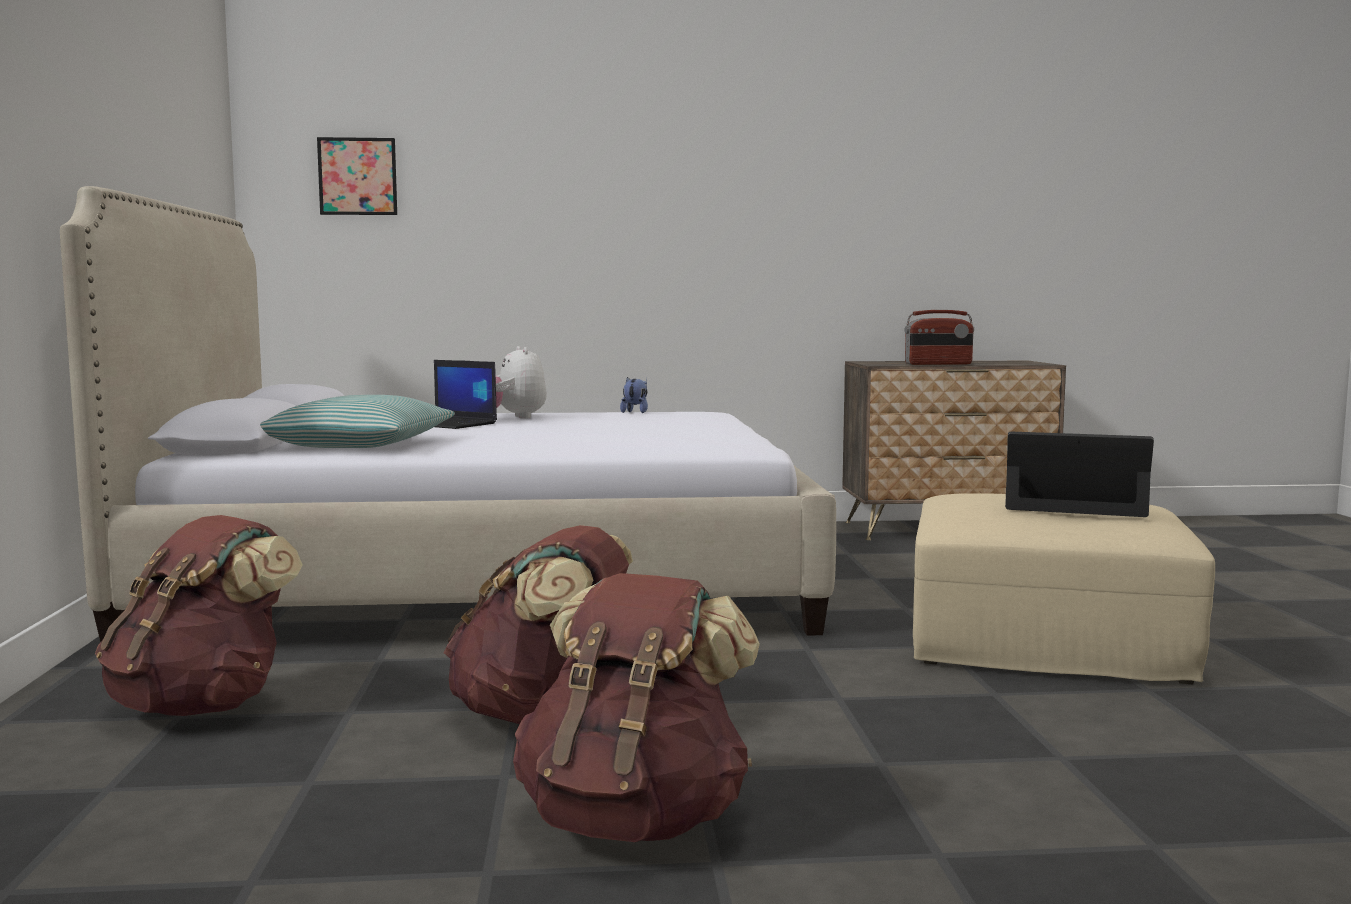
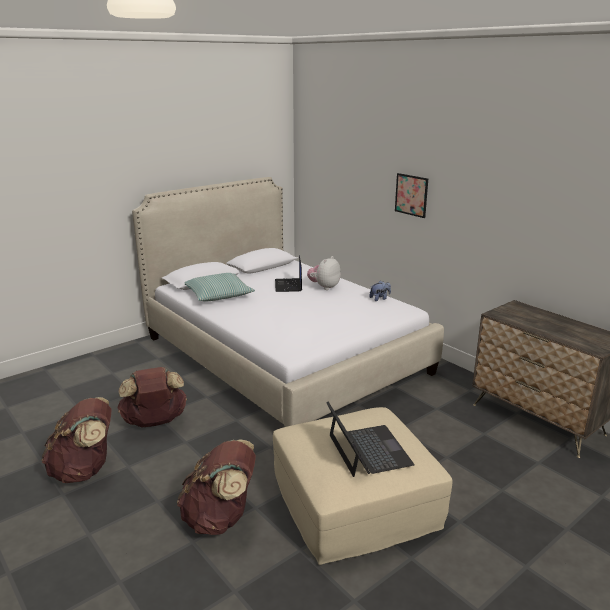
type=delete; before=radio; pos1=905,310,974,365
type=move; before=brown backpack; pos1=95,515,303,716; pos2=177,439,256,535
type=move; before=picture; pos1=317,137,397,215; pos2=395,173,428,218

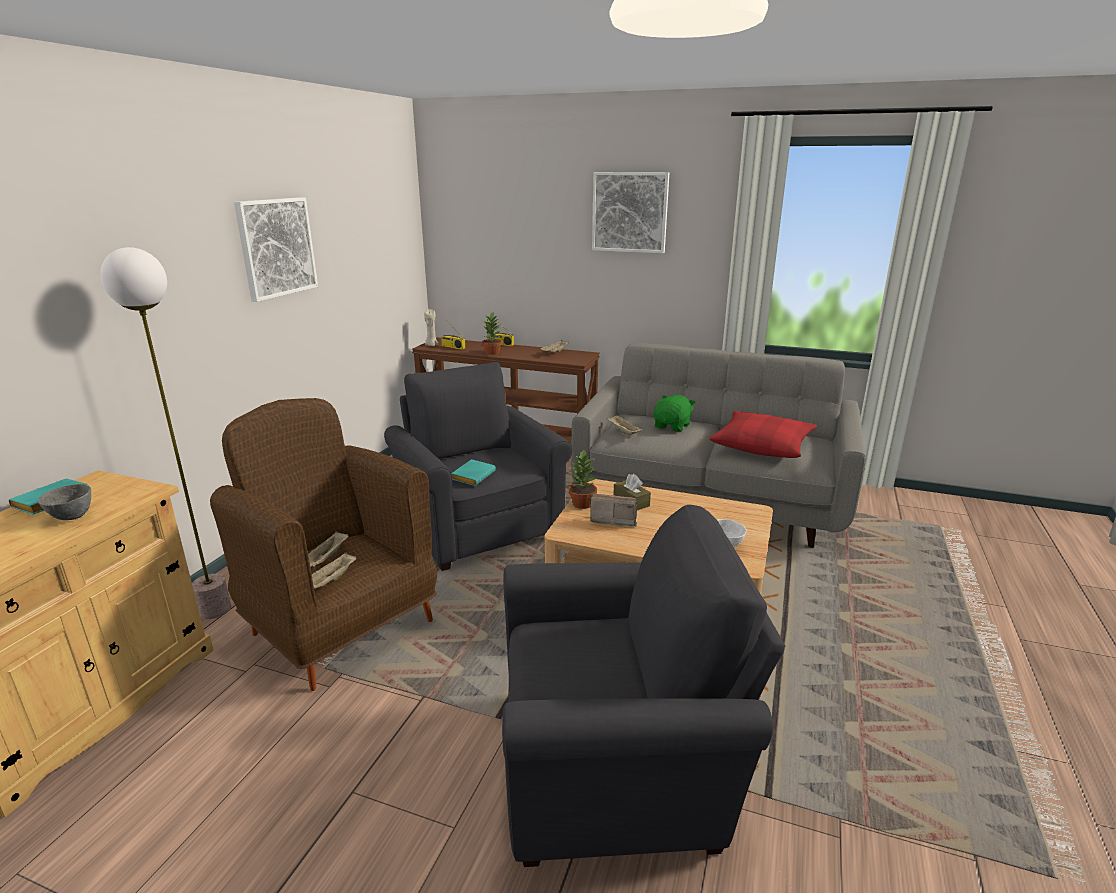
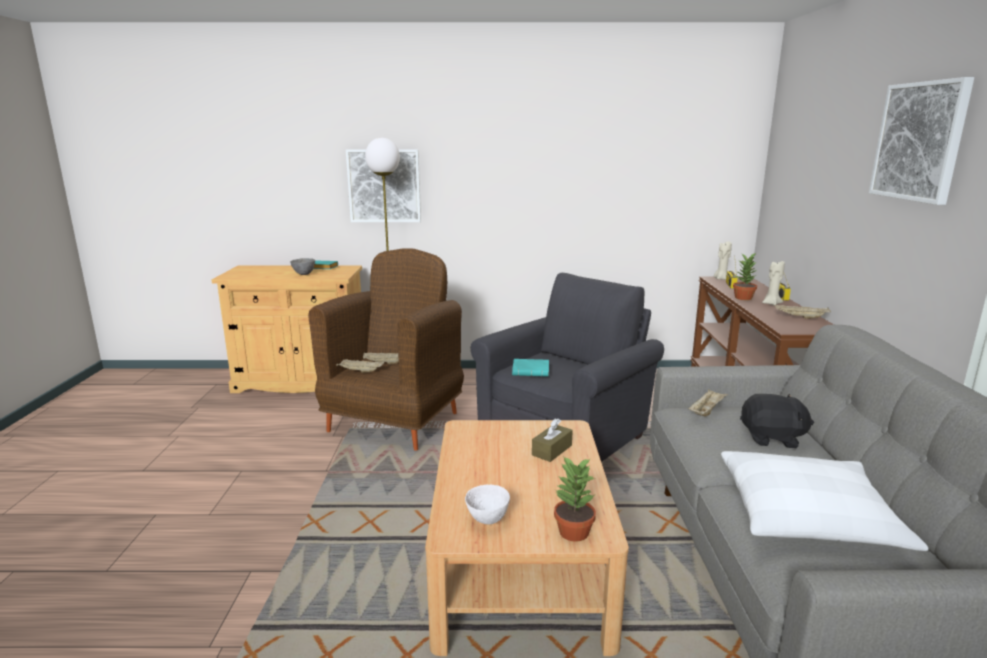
type=delete; before=grey armchair; pos1=502,505,785,867
type=delete; before=radio; pos1=590,494,637,526
type=insert; after=beige candle; pos2=762,261,785,306
type=move; before=picture; pos1=234,197,318,302; pos2=346,149,421,222
type=move; before=potted plant; pos1=569,450,597,509; pos2=554,456,596,542
type=recolor; before=green plush toy; after=black plush toy; pos1=654,395,696,432; pos2=740,394,814,448
type=recolor; before=red pillow; after=white pillow; pos1=709,411,817,458; pos2=721,451,929,551

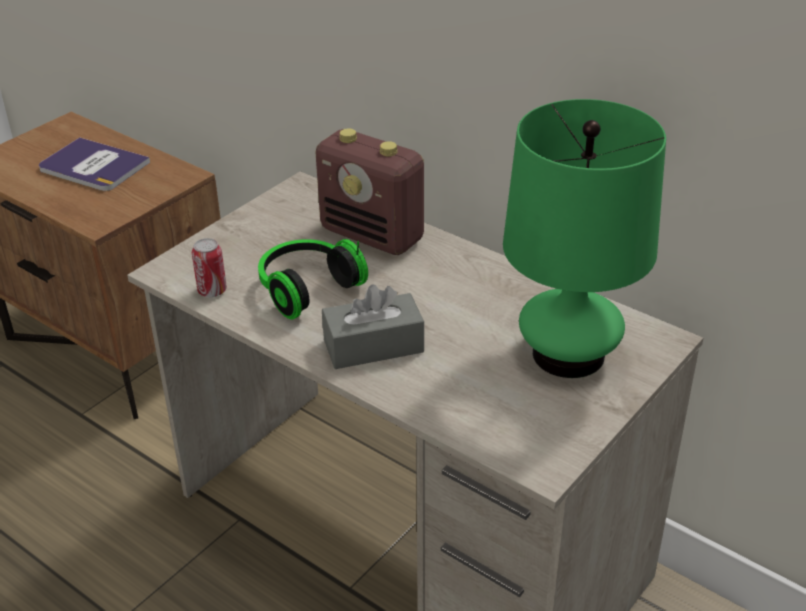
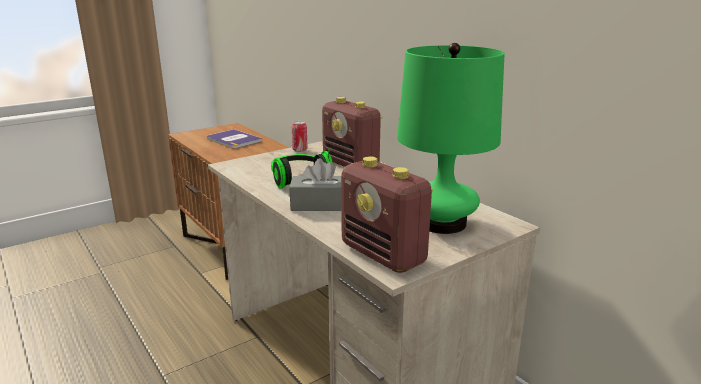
type=insert; after=radio; pos2=341,156,433,273
type=move; before=can; pos1=192,238,227,297; pos2=292,121,308,152

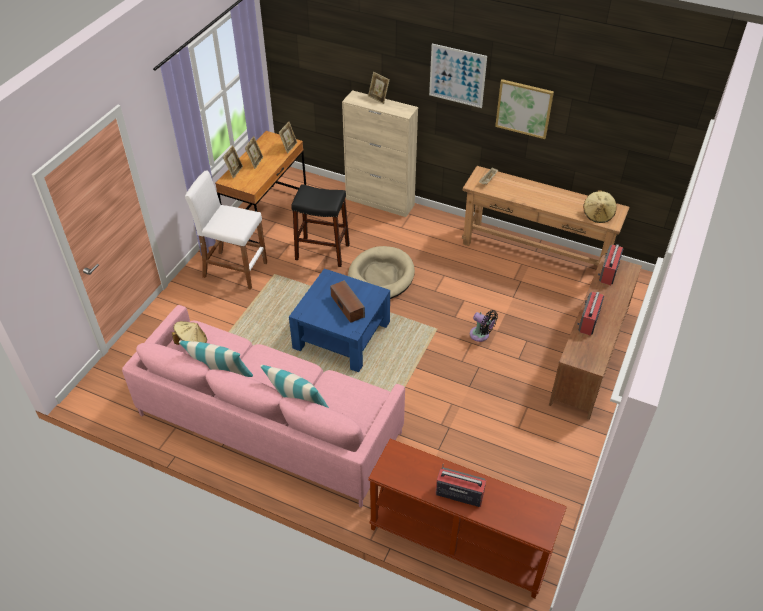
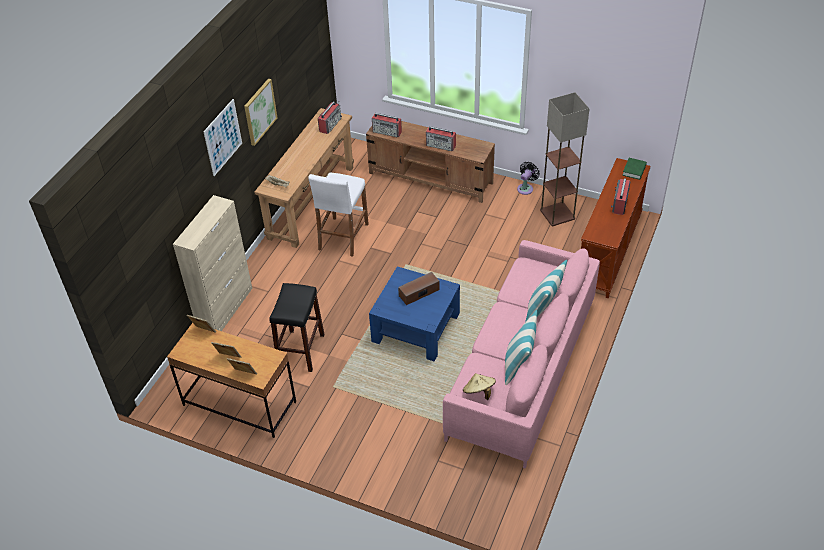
type=delete; before=beige dog bed; pos1=348,246,415,299
type=delete; before=picture frame; pos1=368,72,390,104
type=insert; after=floor lamp; pos2=540,92,590,226
type=insert; after=green book; pos2=622,158,647,180
type=move; before=white stool; pos1=185,170,267,290; pos2=308,172,368,256
type=move; before=black fan; pos1=470,310,498,342; pos2=517,162,540,195
type=replace; before=beige hat; after=radio; pos1=583,190,617,223; pos2=318,101,342,134

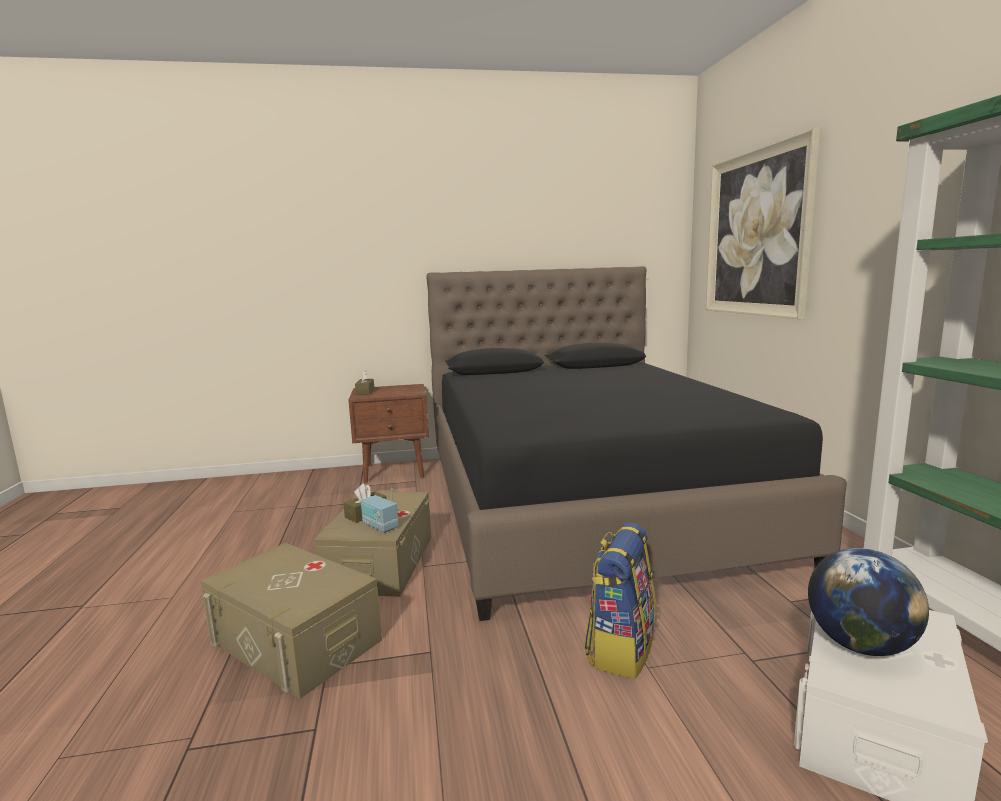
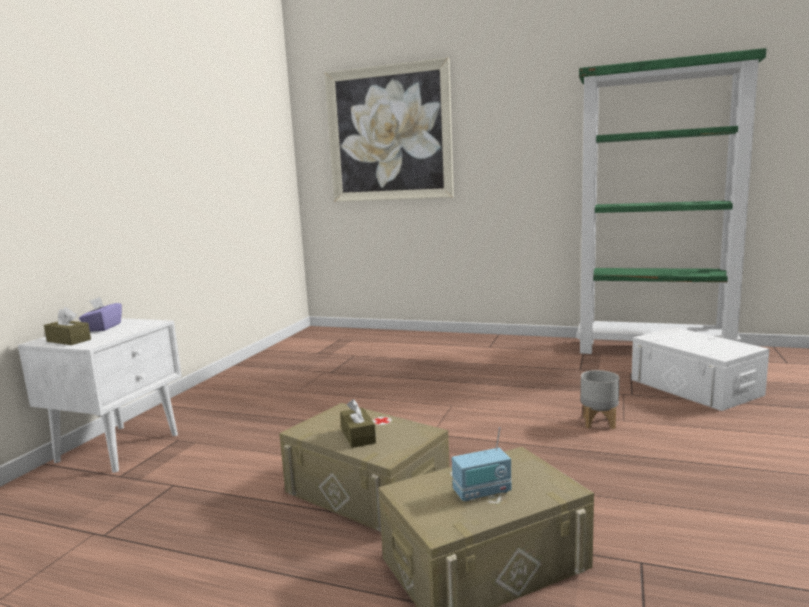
type=delete; before=black bed; pos1=427,266,847,621
type=delete; before=globe; pos1=808,548,929,656
type=insert; after=purple tissue box; pos2=79,297,122,331
type=move; before=radio; pos1=361,488,399,533; pos2=452,427,511,502
type=replace; before=backpack; after=grey planter; pos1=584,523,657,679; pos2=581,370,619,429
type=recolor; before=brown nightstand; after=white nightstand; pos1=348,384,429,483; pos2=18,318,182,473

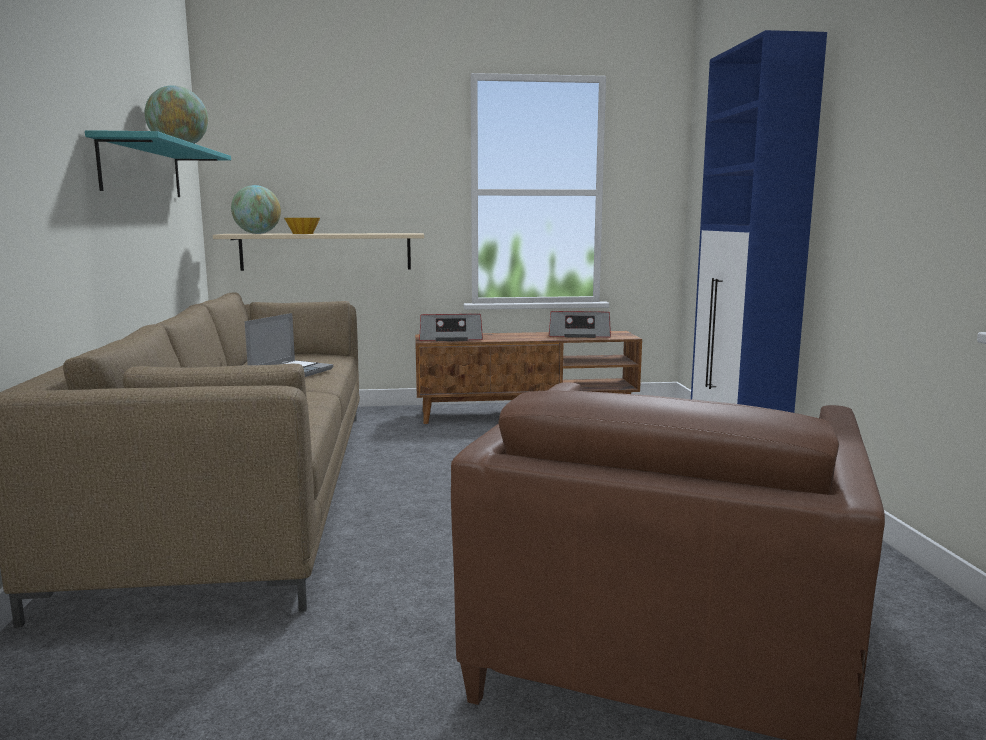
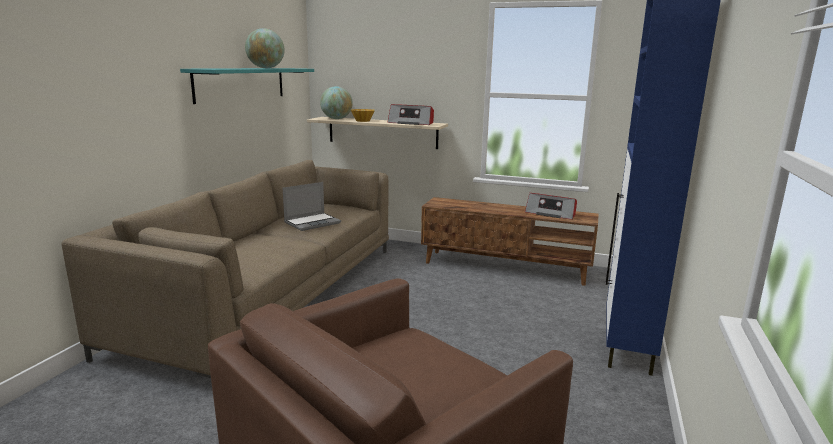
type=move; before=radio; pos1=419,314,483,341; pos2=387,104,434,125

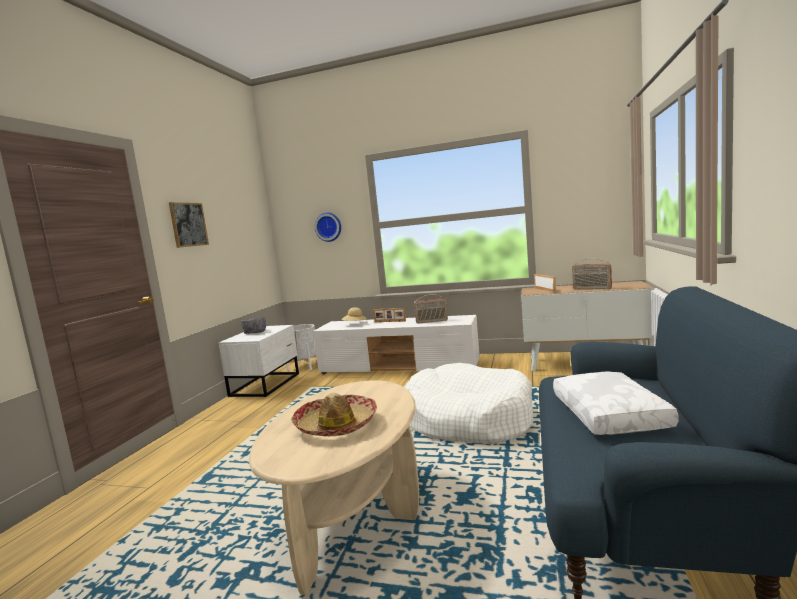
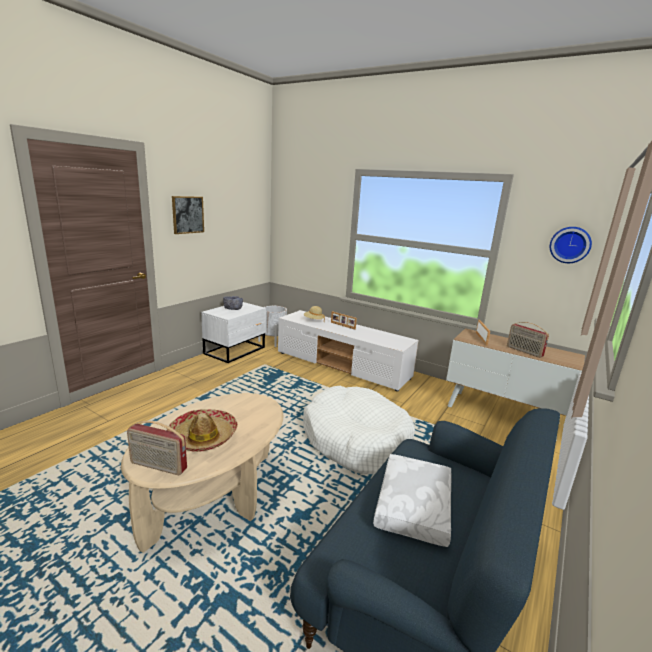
type=move; before=wall clock; pos1=315,212,341,242; pos2=550,227,592,263
type=move; before=radio; pos1=414,295,448,324; pos2=127,421,187,475

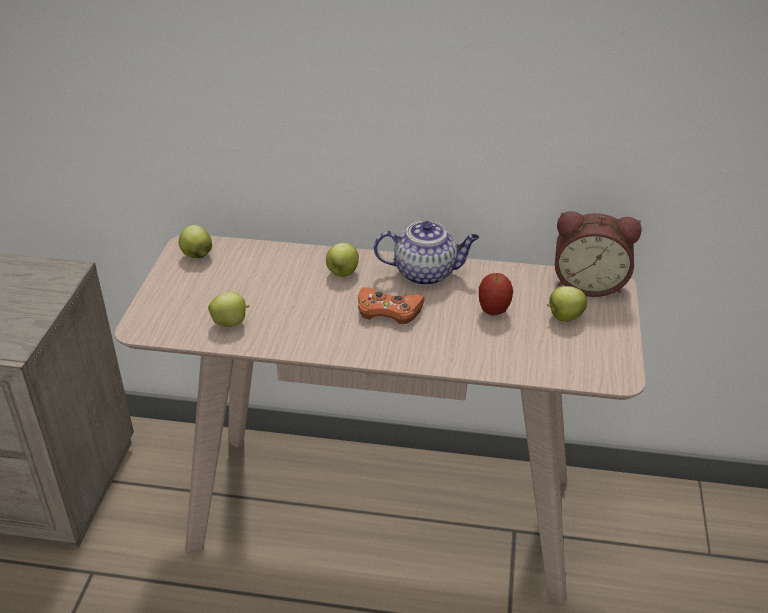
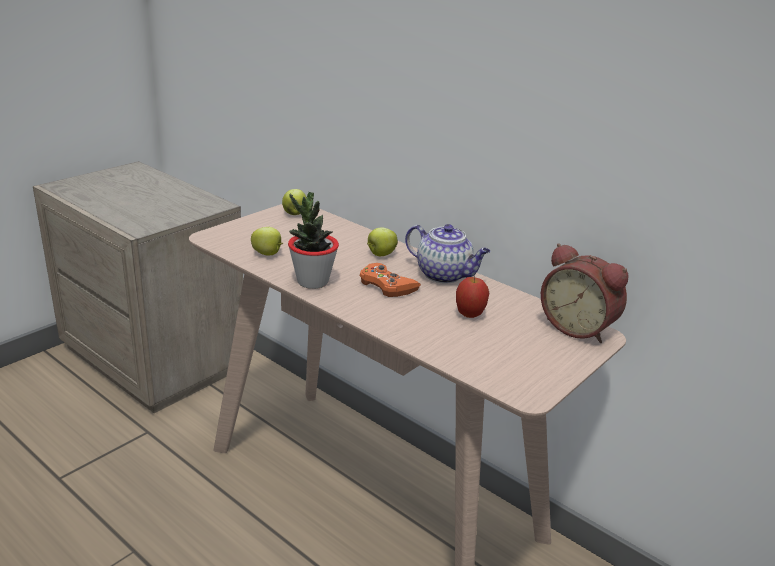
type=delete; before=apple; pos1=547,286,587,322
type=insert; after=potted plant; pos2=288,192,339,289

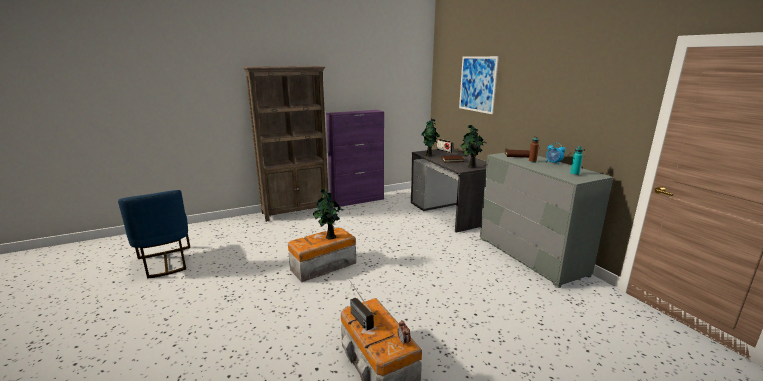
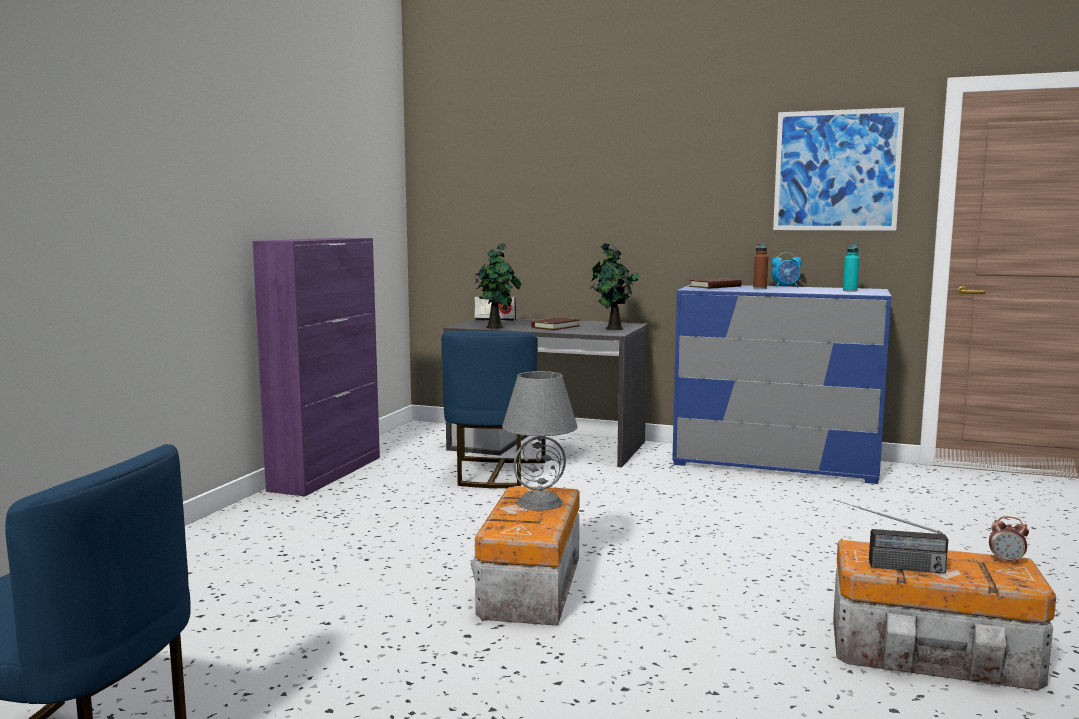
type=delete; before=brown bookcase; pos1=243,66,329,222
type=insert; after=blue chair; pos2=441,331,546,488
type=move; before=picture; pos1=459,56,499,114; pos2=773,107,904,231
type=replace; before=potted plant; after=grey table lamp; pos1=313,189,343,239; pos2=502,371,578,510
type=recolor; before=grey dresser; after=blue dresser; pos1=480,153,613,288; pos2=673,284,892,484

